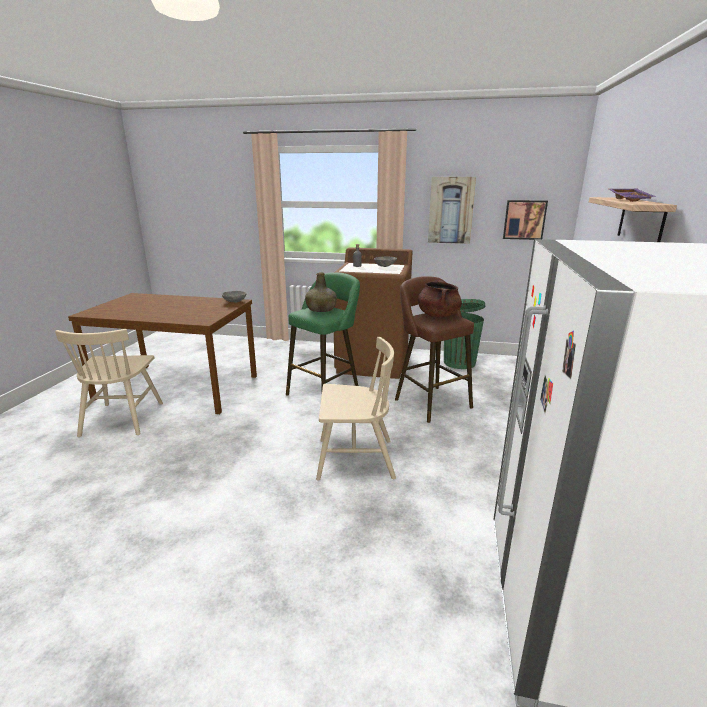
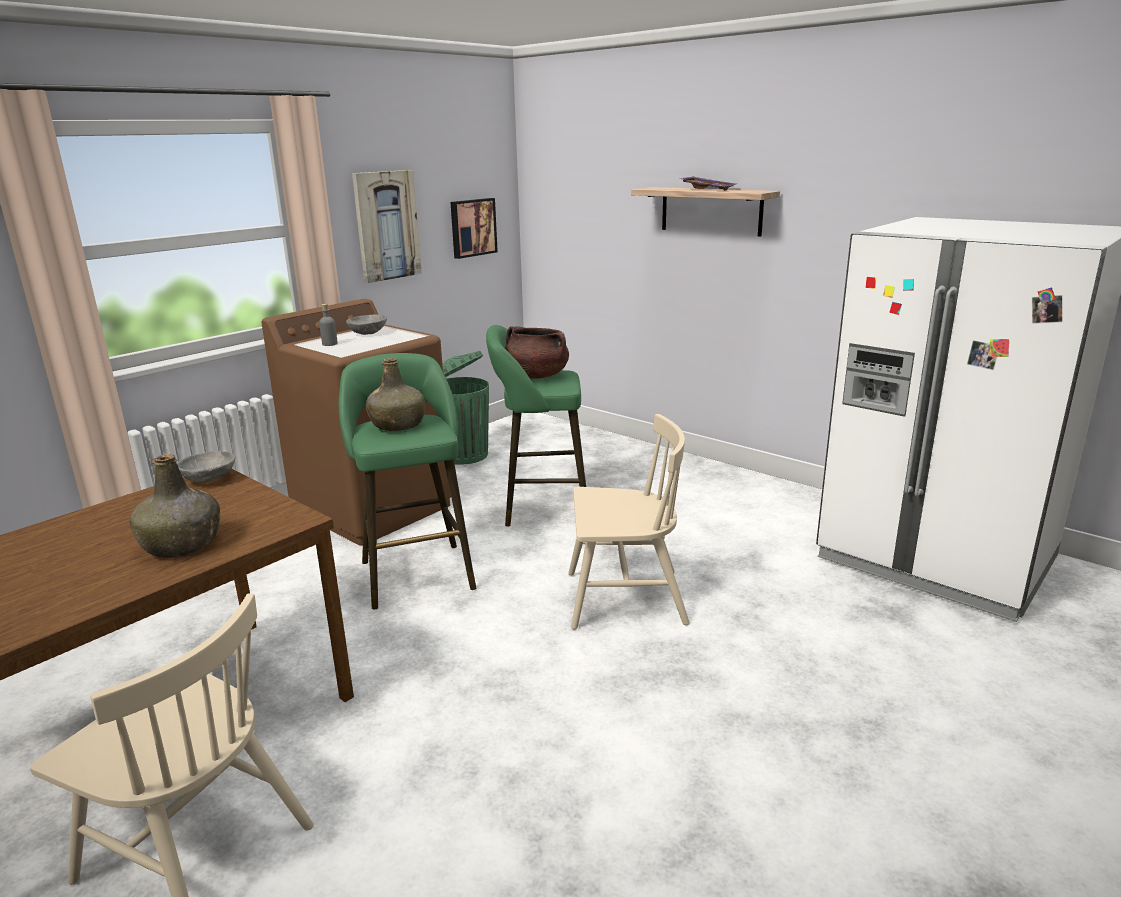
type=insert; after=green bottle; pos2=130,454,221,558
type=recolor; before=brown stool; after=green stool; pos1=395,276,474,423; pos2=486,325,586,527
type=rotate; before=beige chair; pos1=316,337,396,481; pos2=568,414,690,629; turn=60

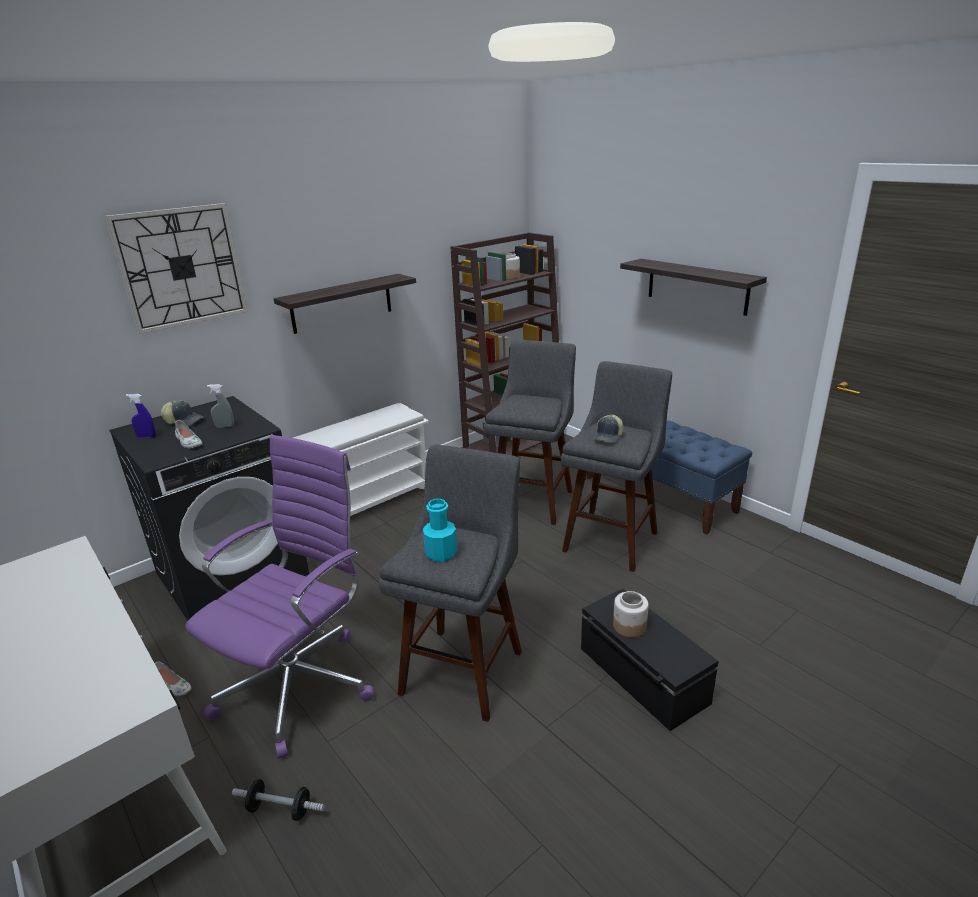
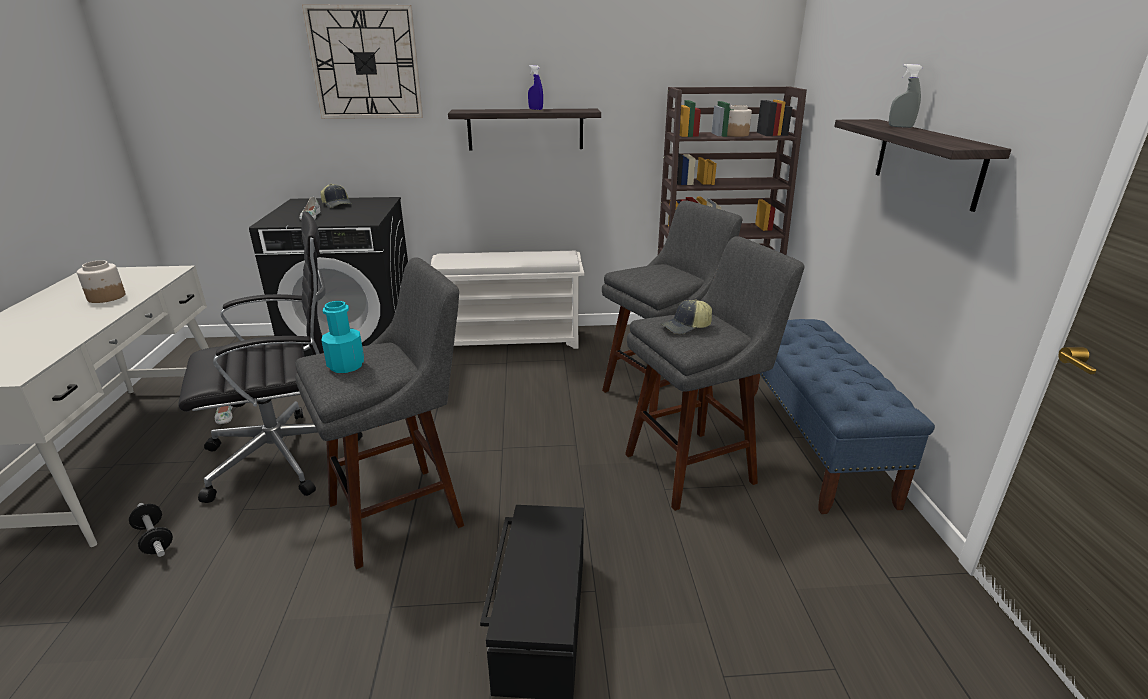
type=move; before=blue spray bottle; pos1=126,394,156,438; pos2=528,65,543,110
type=move; before=grey spray bottle; pos1=207,384,234,428; pos2=889,64,923,128
type=move; before=jar; pos1=613,591,649,638; pos2=77,260,126,303
type=recolor; before=purple office chair; after=black office chair; pos1=185,435,374,759; pos2=178,211,363,503

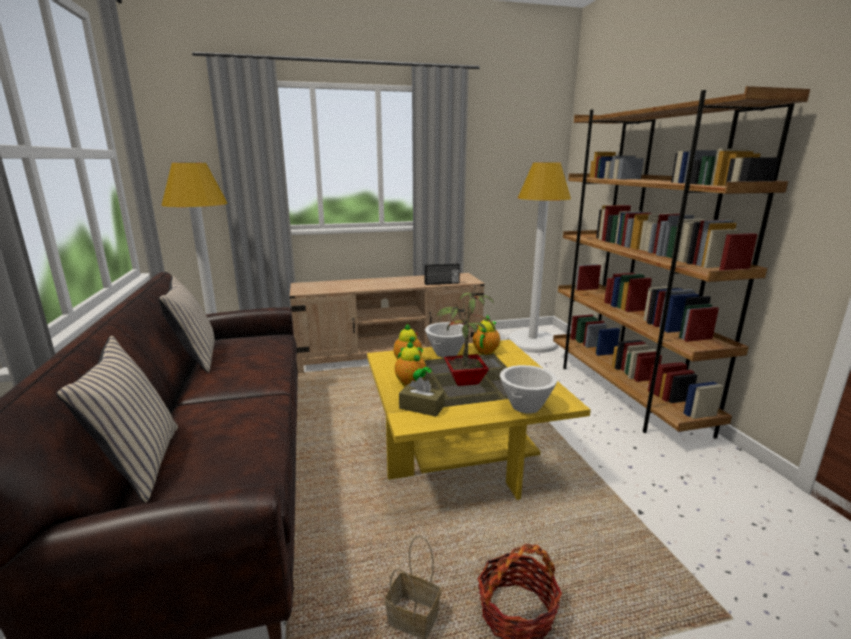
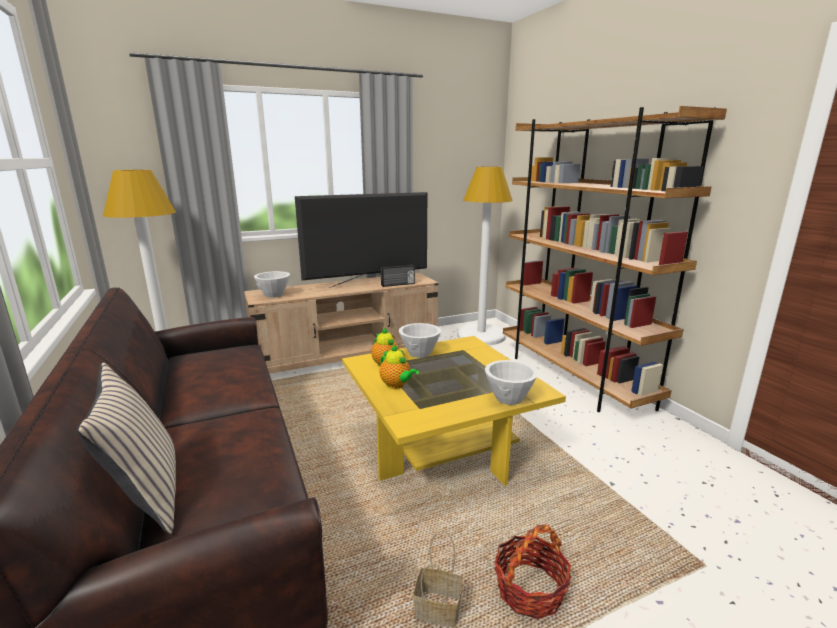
type=delete; before=beige pillow; pos1=159,276,215,373
type=delete; before=brown tissue box; pos1=399,377,444,417
type=delete; before=potted plant; pos1=436,287,496,386
type=delete; before=teapot; pos1=473,315,500,355
type=insert; after=white bowl; pos2=254,271,290,298
type=insert; after=television; pos2=295,192,427,288

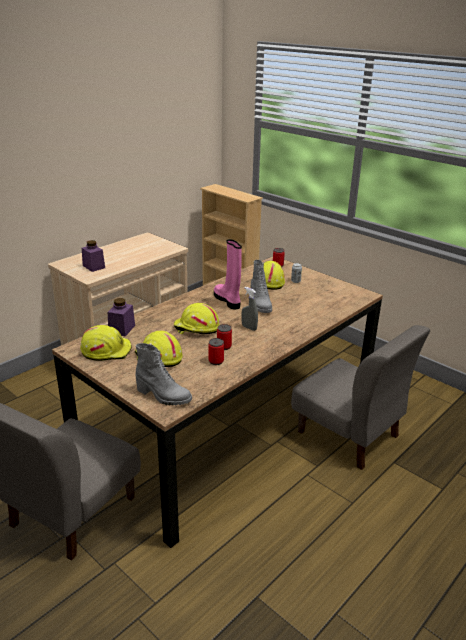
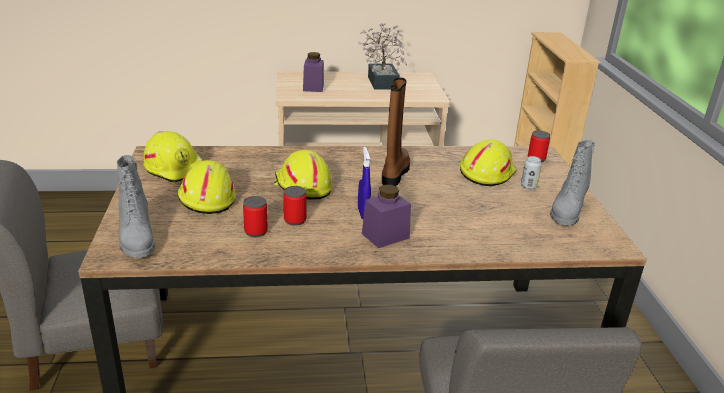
type=insert; after=potted plant; pos2=359,23,407,90
type=move; before=purple jar; pos1=108,298,135,337; pos2=362,185,411,248
type=move; before=grey boot; pos1=251,260,272,313; pos2=550,140,595,226
type=recolor; before=pink boot; after=brown boot; pos1=214,239,242,309; pos2=382,78,410,186
type=recolor; before=grey spray bottle; after=blue spray bottle; pos1=241,287,258,331; pos2=358,147,371,219

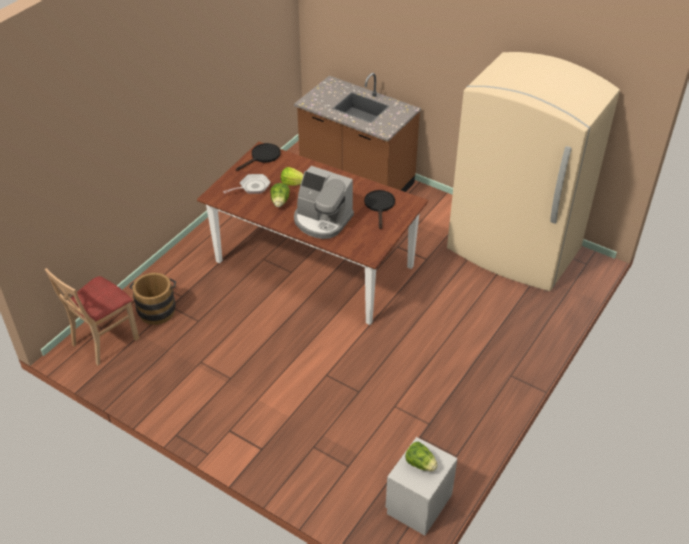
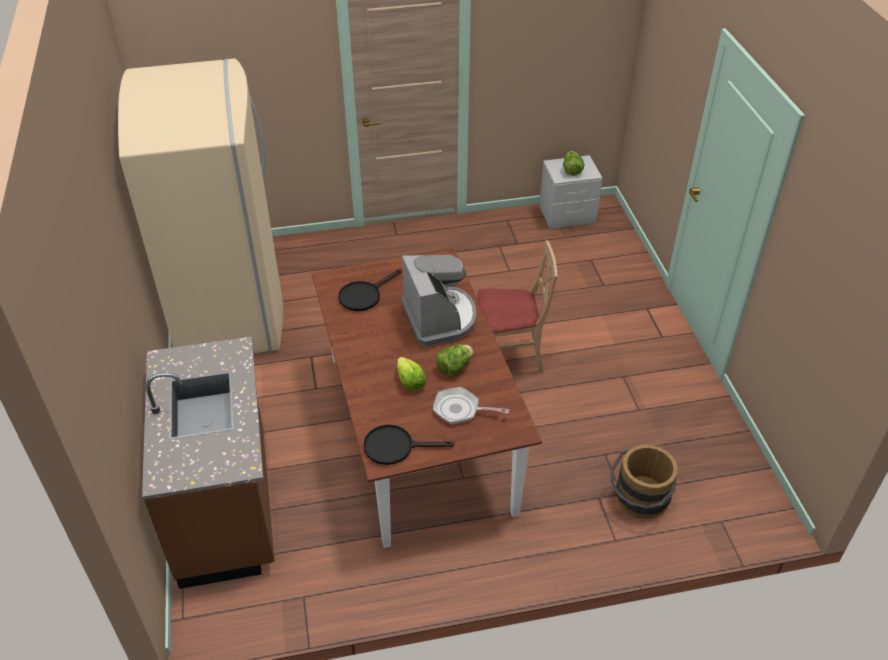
type=move; before=beige chair; pos1=45,268,139,365; pos2=478,241,558,373

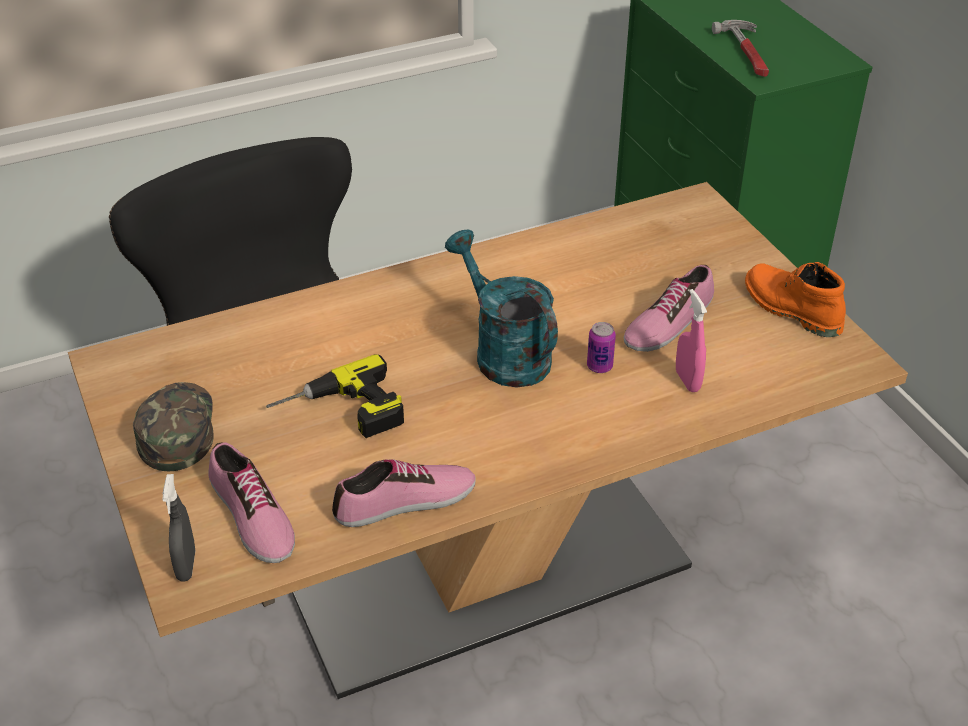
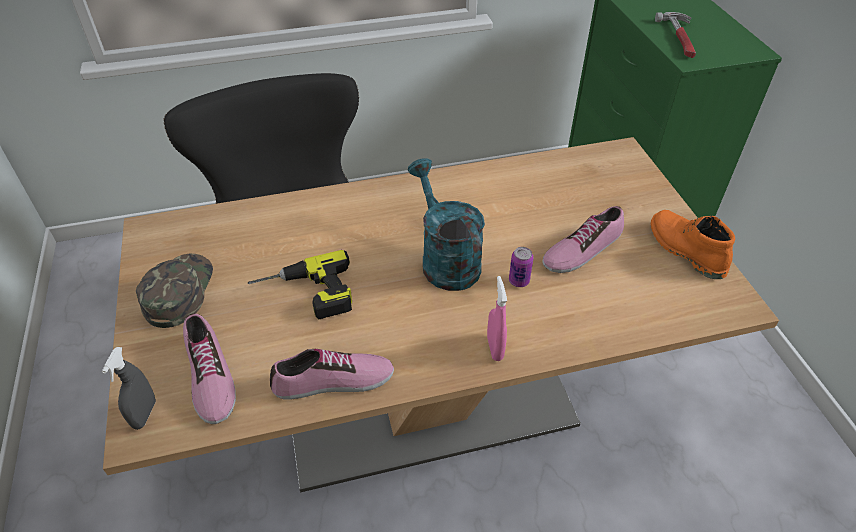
type=move; before=pink spray bottle; pos1=676,289,707,392; pos2=487,276,507,361

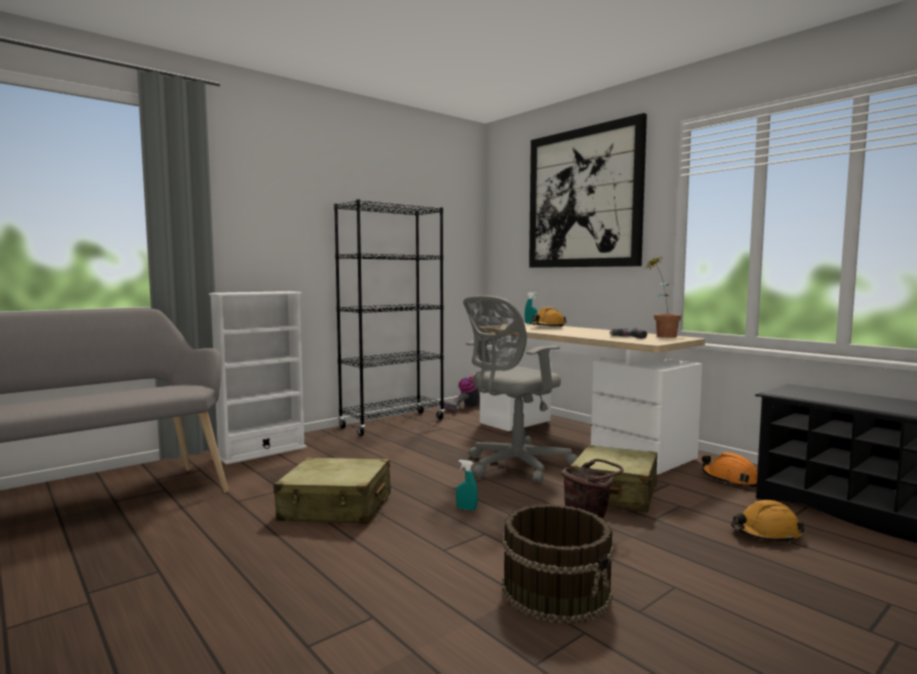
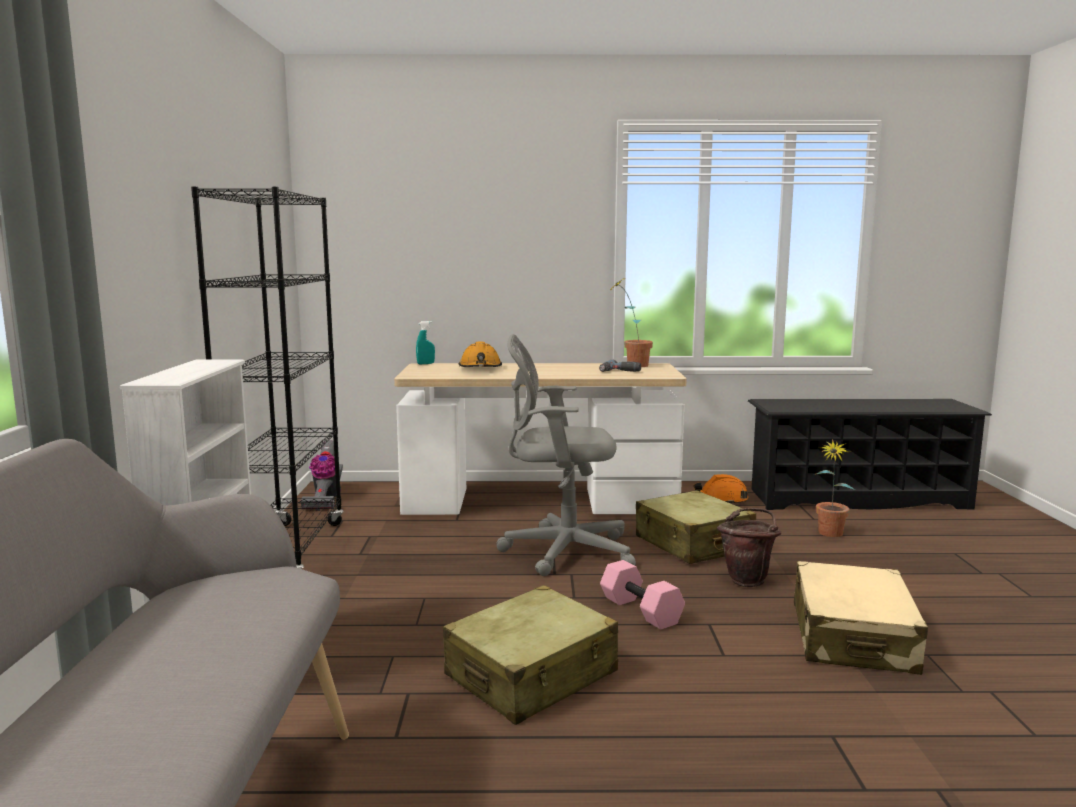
type=delete; before=picture; pos1=529,113,647,268
type=replace; before=turquoise spray bottle; after=pink dumbbell; pos1=456,460,478,510; pos2=600,560,685,629
type=replace; before=brown bucket; after=beige suitcase; pos1=502,504,614,624; pos2=794,561,928,675
type=replace; before=orange hard hat; after=potted plant; pos1=731,500,805,543; pos2=814,439,855,537
type=rotate; before=grey office chair; pos1=463,295,578,483; pos2=496,334,636,576; turn=90

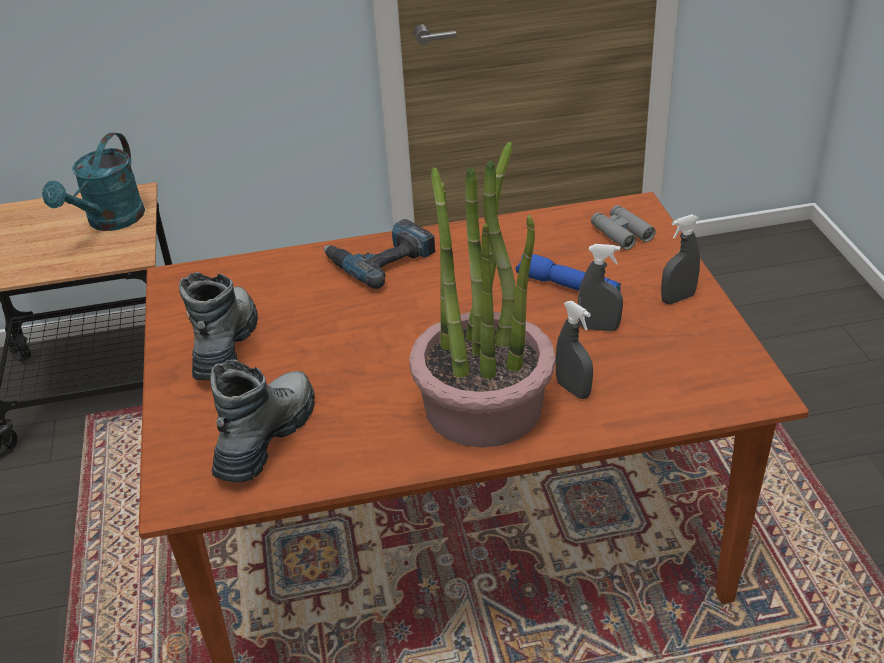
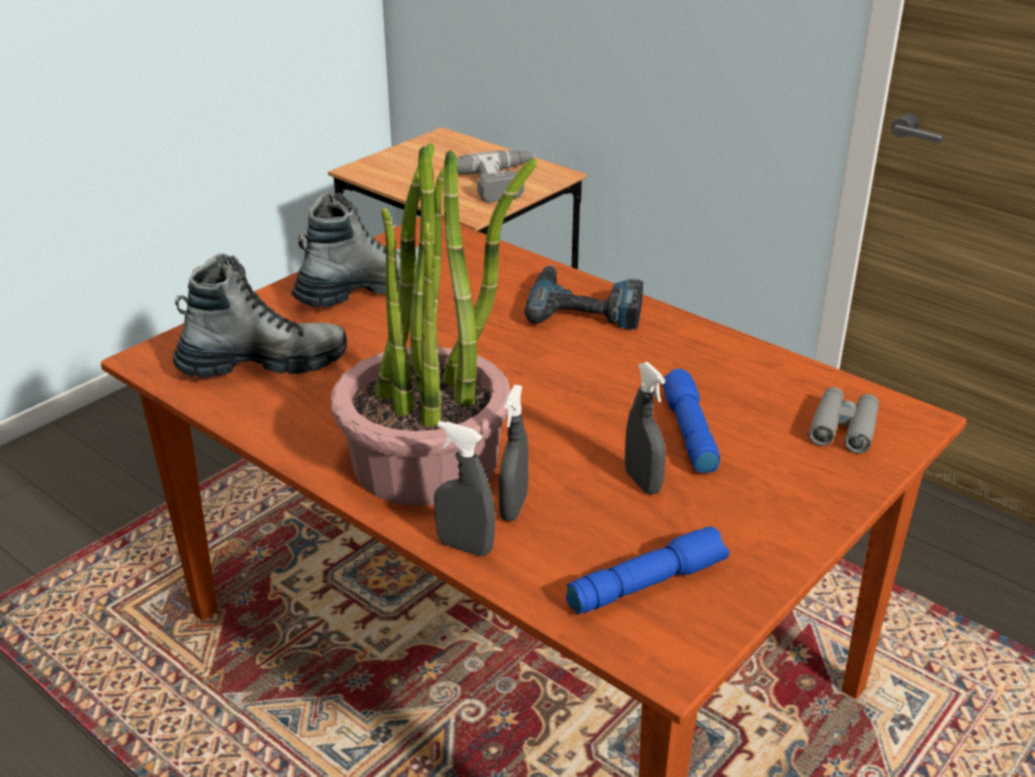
type=insert; after=blue flashlight; pos2=566,526,730,614
type=move; before=grey spray bottle; pos1=661,214,700,304; pos2=434,421,495,556
type=replace; before=turquoise watering can; after=power drill; pos1=42,132,145,231; pos2=456,150,535,202

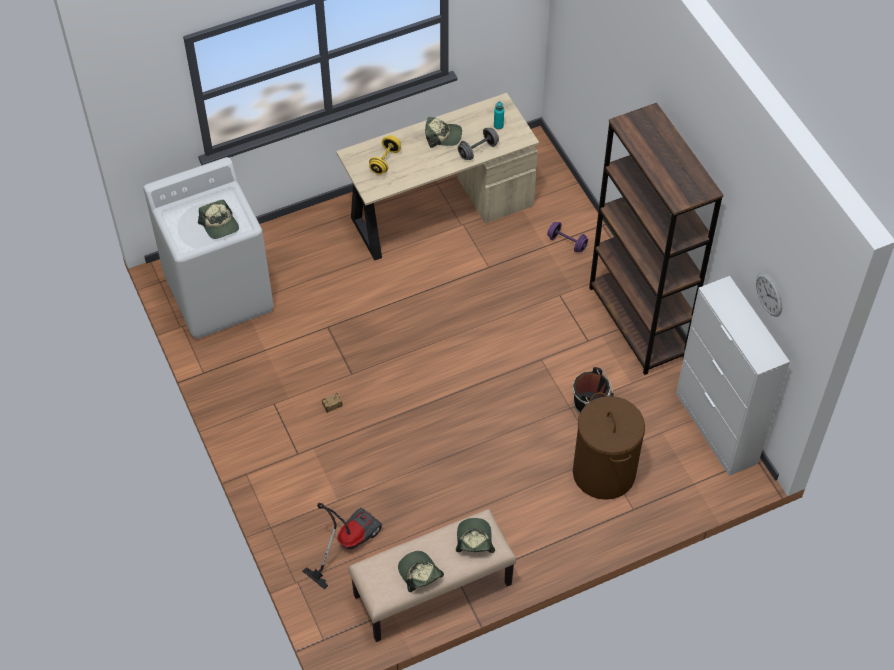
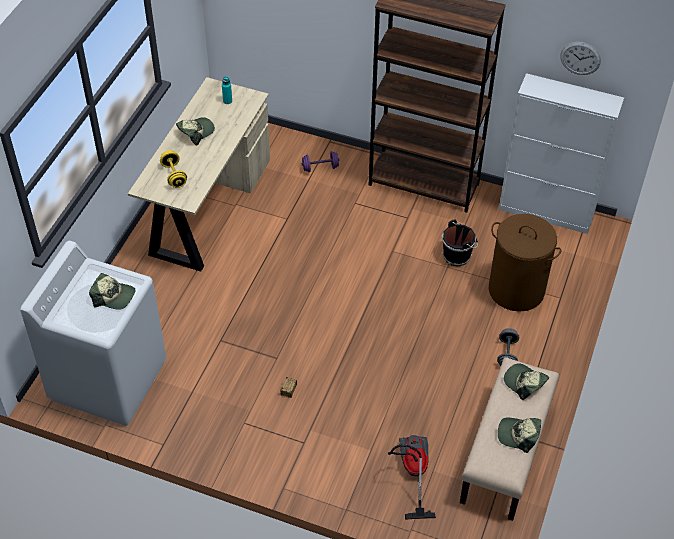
type=move; before=grey dumbbell; pos1=458,128,499,160; pos2=497,328,519,367

